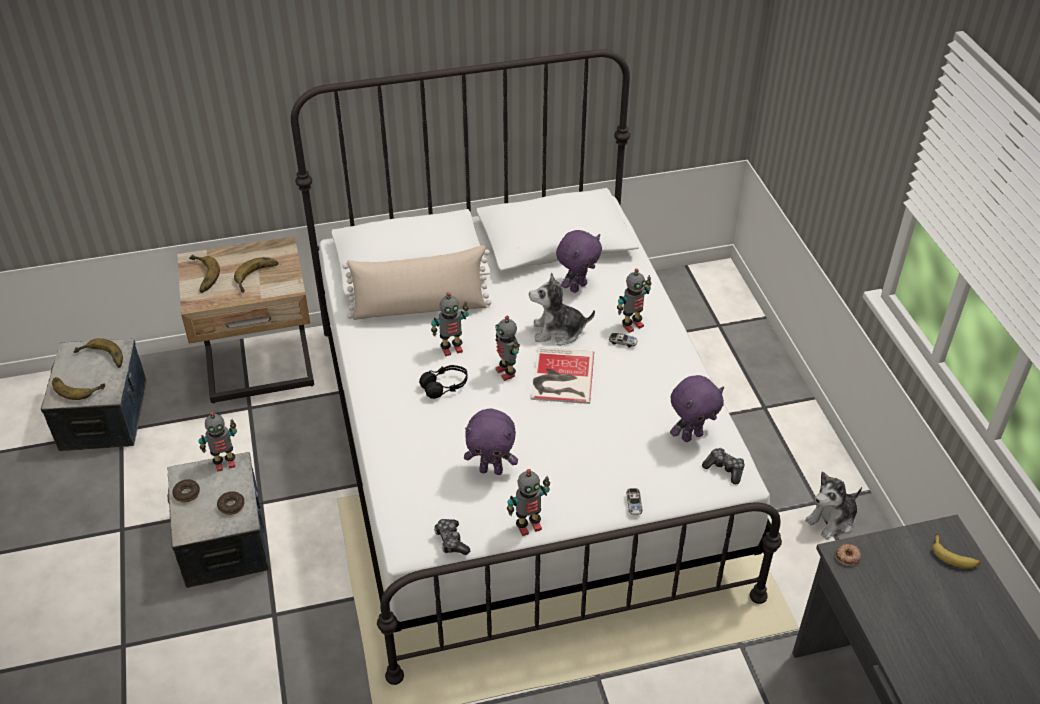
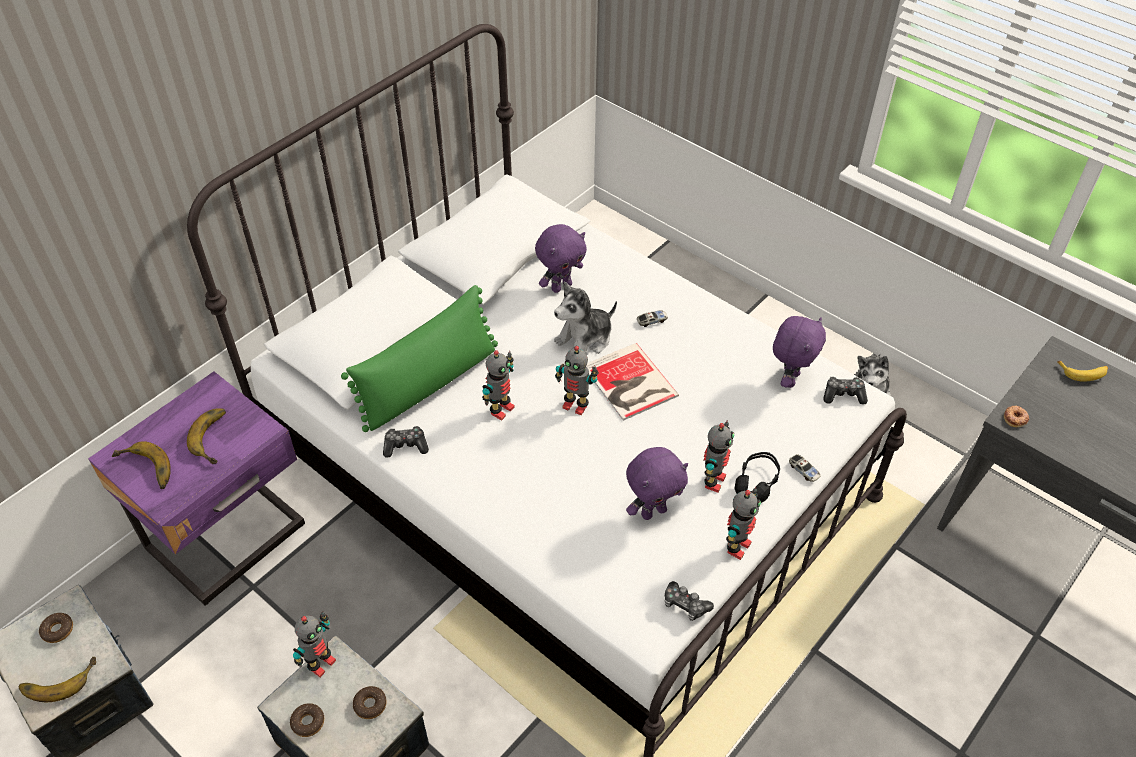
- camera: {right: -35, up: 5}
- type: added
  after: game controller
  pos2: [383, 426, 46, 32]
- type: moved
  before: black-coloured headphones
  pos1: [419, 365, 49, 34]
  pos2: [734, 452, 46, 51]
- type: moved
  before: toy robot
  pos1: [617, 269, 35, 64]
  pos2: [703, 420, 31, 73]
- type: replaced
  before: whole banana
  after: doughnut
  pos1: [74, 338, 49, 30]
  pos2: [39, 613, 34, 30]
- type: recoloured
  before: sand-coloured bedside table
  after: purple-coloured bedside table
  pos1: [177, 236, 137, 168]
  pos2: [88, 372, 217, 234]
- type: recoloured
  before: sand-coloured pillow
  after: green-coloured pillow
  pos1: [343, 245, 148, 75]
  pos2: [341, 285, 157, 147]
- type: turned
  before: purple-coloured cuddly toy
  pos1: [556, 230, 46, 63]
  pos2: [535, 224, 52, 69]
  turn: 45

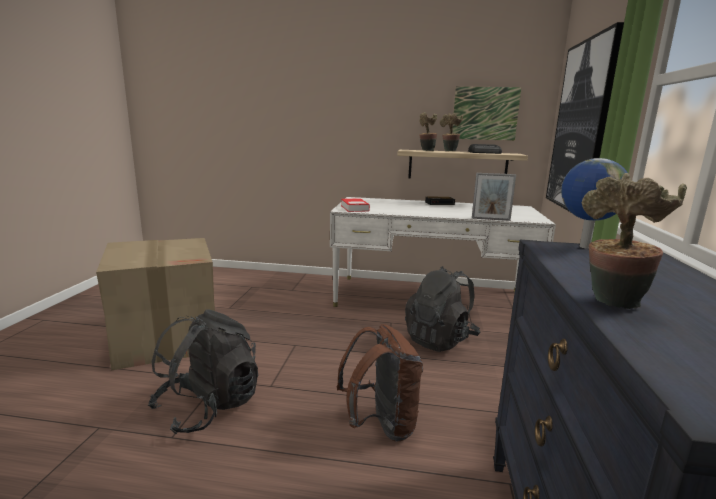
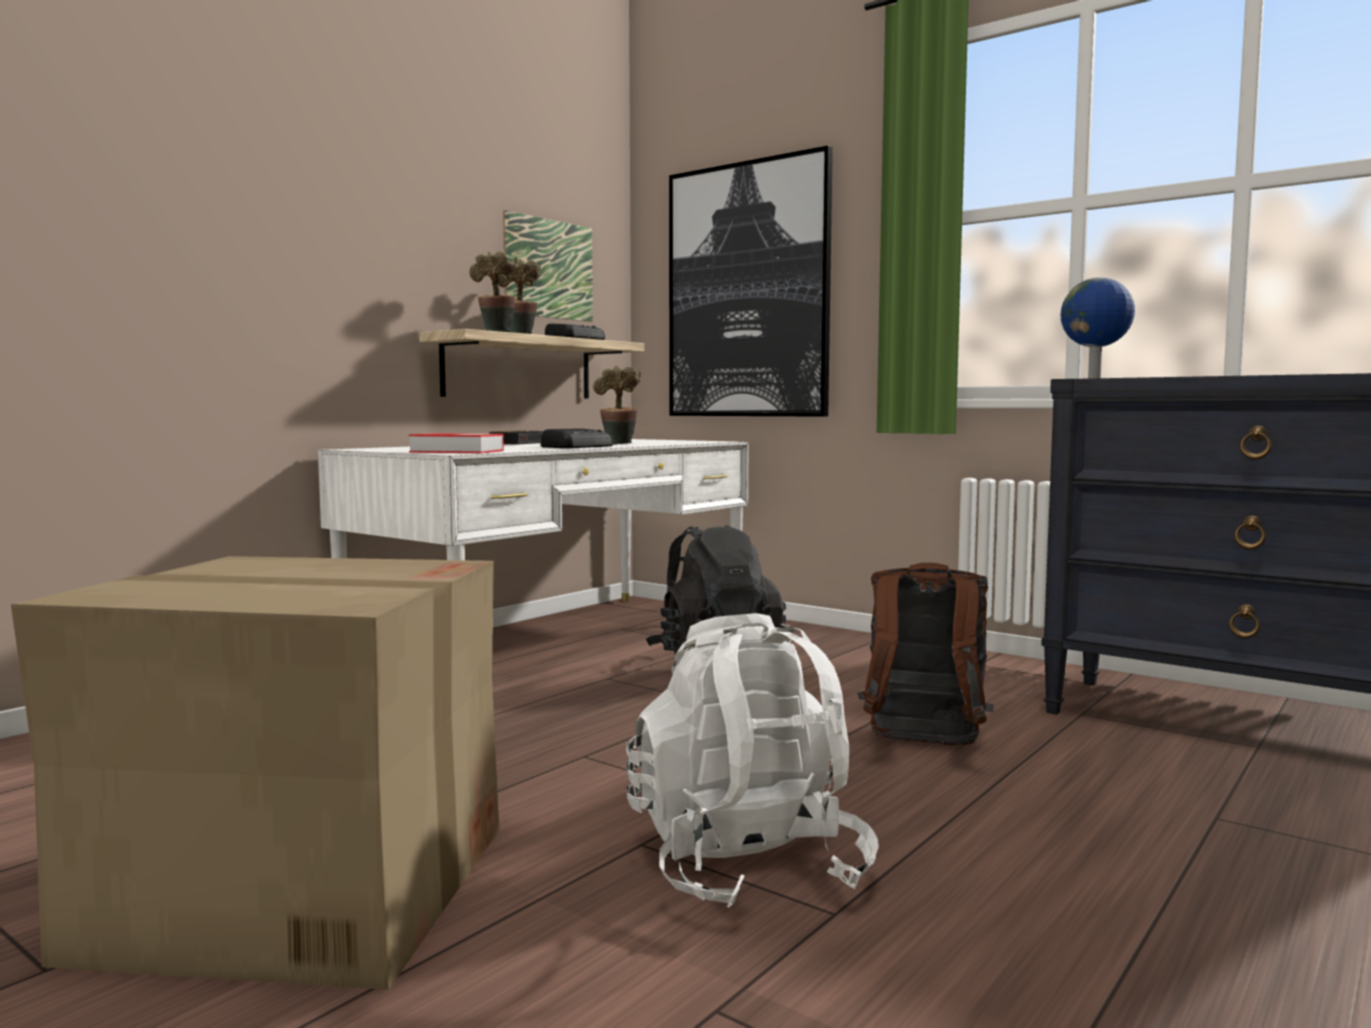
- camera: {right: -60, up: -10}
- type: removed
  before: picture frame
  pos1: [472, 173, 44, 48]
- type: added
  after: radio set
  pos2: [541, 428, 72, 20]
- type: moved
  before: potted plant
  pos1: [582, 173, 105, 136]
  pos2: [593, 365, 48, 80]
- type: recoloured
  before: black-coloured knapsack
  after: white-coloured knapsack
  pos1: [148, 309, 110, 125]
  pos2: [626, 613, 253, 295]

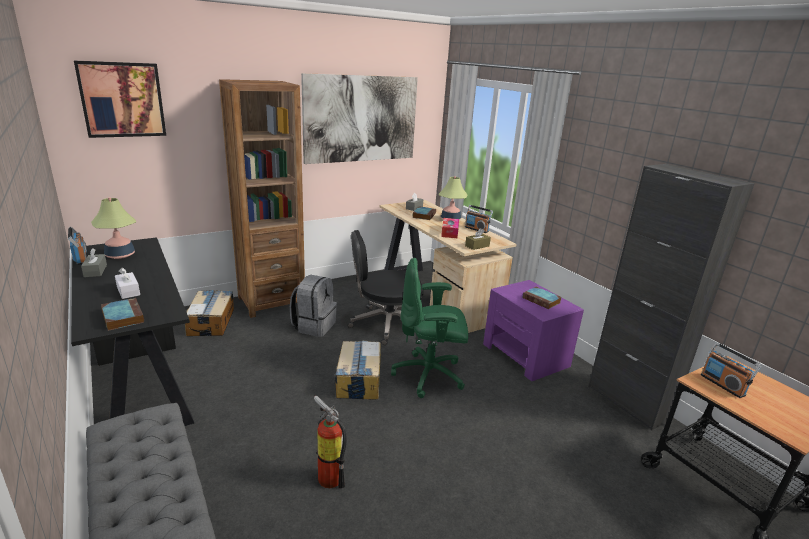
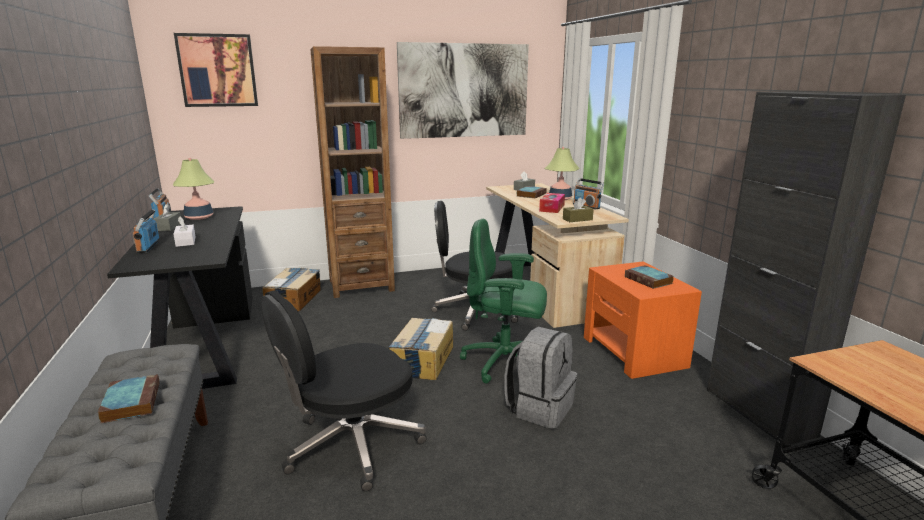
- camera: {right: 15, up: -5}
- type: moved
  before: book
  pos1: [101, 298, 43, 33]
  pos2: [98, 374, 61, 50]
- type: moved
  before: grey knapsack
  pos1: [290, 275, 47, 62]
  pos2: [504, 327, 73, 102]
- type: moved
  before: radio set
  pos1: [701, 342, 60, 56]
  pos2: [133, 209, 26, 44]
- type: replaced
  before: fire extinguisher
  after: black-coloured office chair
  pos1: [314, 396, 33, 93]
  pos2: [261, 290, 166, 202]
- type: recoloured
  before: purple-coloured bedside table
  after: orangey bedside table
  pos1: [483, 280, 101, 101]
  pos2: [584, 262, 118, 117]

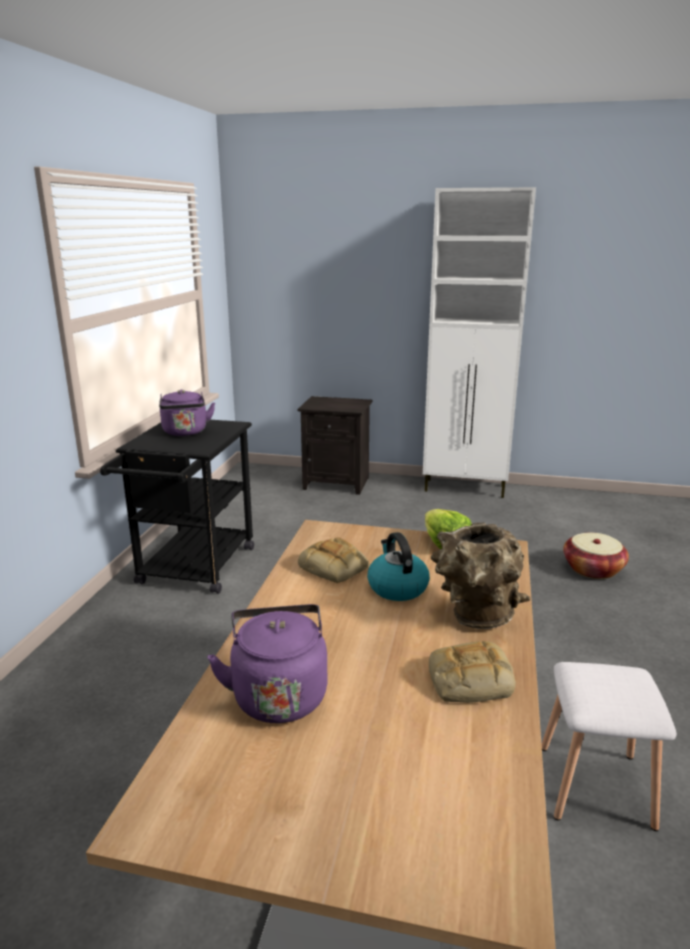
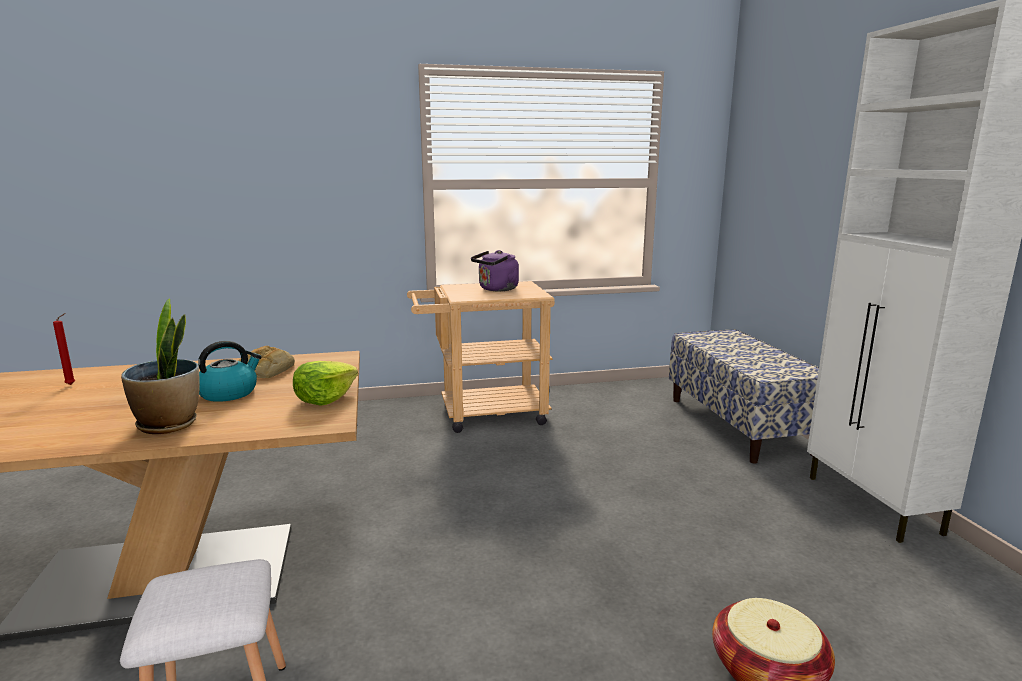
- camera: {right: 65, up: -5}
- type: removed
  before: baked bread
  pos1: [429, 641, 87, 62]
- type: replaced
  before: purple-coloured tea kettle
  after: reddish wax candle
  pos1: [207, 604, 120, 119]
  pos2: [53, 313, 22, 72]
- type: replaced
  before: black-coloured bedside table
  after: long seat
  pos1: [298, 396, 74, 99]
  pos2: [669, 329, 150, 135]
- type: replaced
  before: brown-coloured flower vase
  after: potted plant
  pos1: [431, 523, 100, 106]
  pos2: [121, 298, 79, 136]
- type: recoloured
  before: black-coloured wheeled cart
  after: sand-coloured wheeled cart
  pos1: [100, 420, 154, 174]
  pos2: [407, 281, 148, 152]

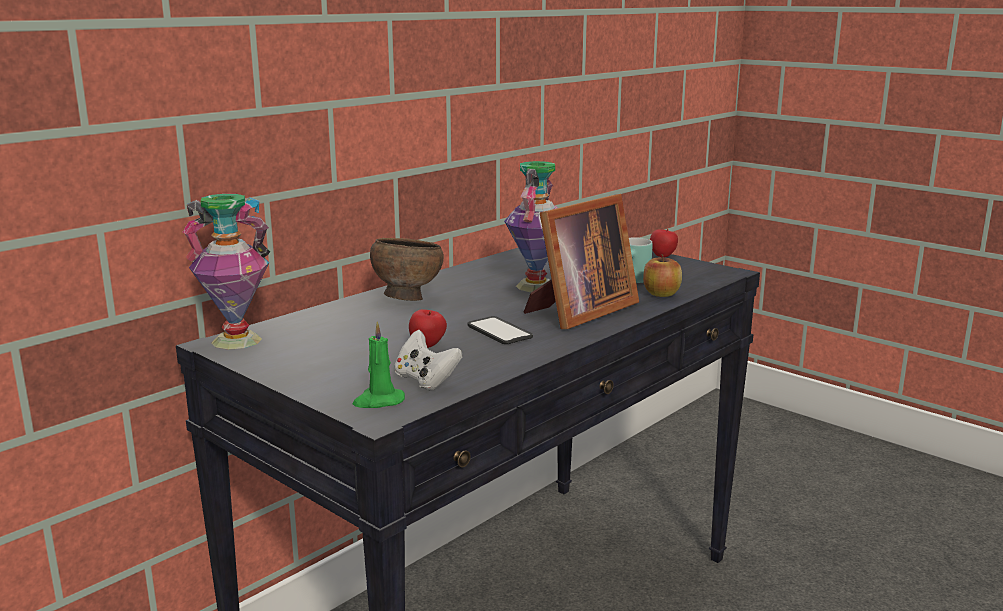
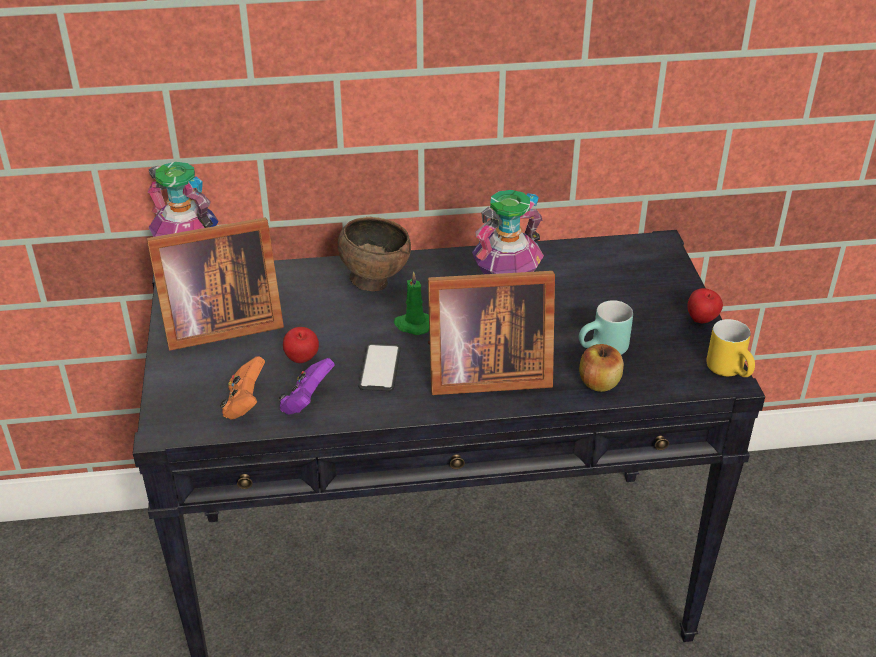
- camera: {right: 40, up: 20}
- type: added
  after: picture frame
  pos2: [147, 217, 137, 134]
- type: added
  after: purple-coloured game controller
  pos2: [278, 358, 57, 57]
- type: added
  after: yellowish coffee mug
  pos2: [706, 319, 49, 58]
- type: moved
  before: green-coloured wax candle
  pos1: [353, 322, 52, 86]
  pos2: [394, 271, 35, 64]
- type: recoloured
  before: white-coloured game controller
  after: orangey game controller
  pos1: [395, 330, 67, 61]
  pos2: [220, 356, 45, 63]

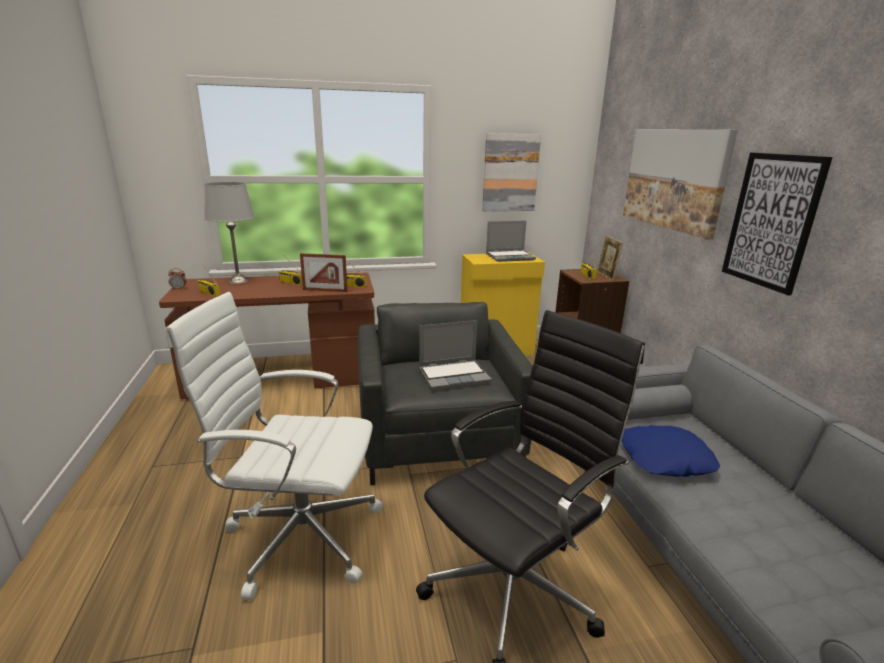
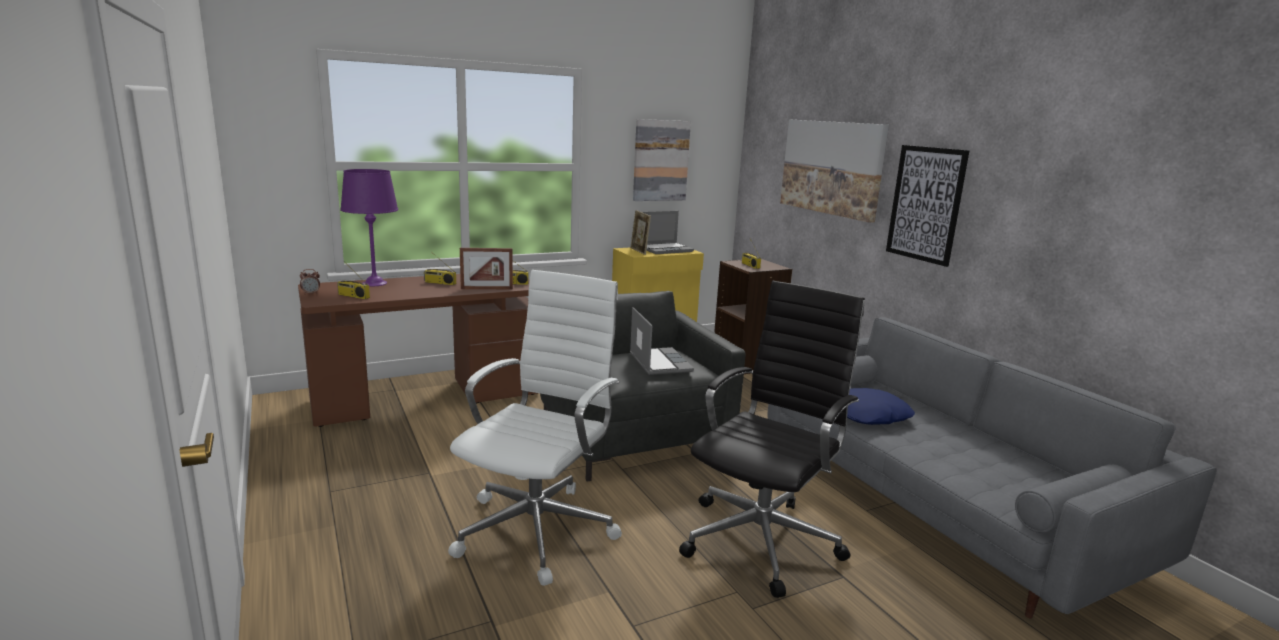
- camera: {right: -15, up: -5}
- type: moved
  before: picture frame
  pos1: [597, 235, 26, 46]
  pos2: [630, 210, 21, 45]
- type: recoloured
  before: grey tabletop lamp
  after: purple-coloured tabletop lamp
  pos1: [204, 182, 51, 102]
  pos2: [340, 169, 58, 117]
- type: turned
  before: white-coloured office chair
  pos1: [165, 292, 218, 308]
  pos2: [448, 270, 174, 316]
  turn: 120
- type: turned
  before: laptop
  pos1: [419, 320, 73, 70]
  pos2: [630, 307, 64, 68]
  turn: -75

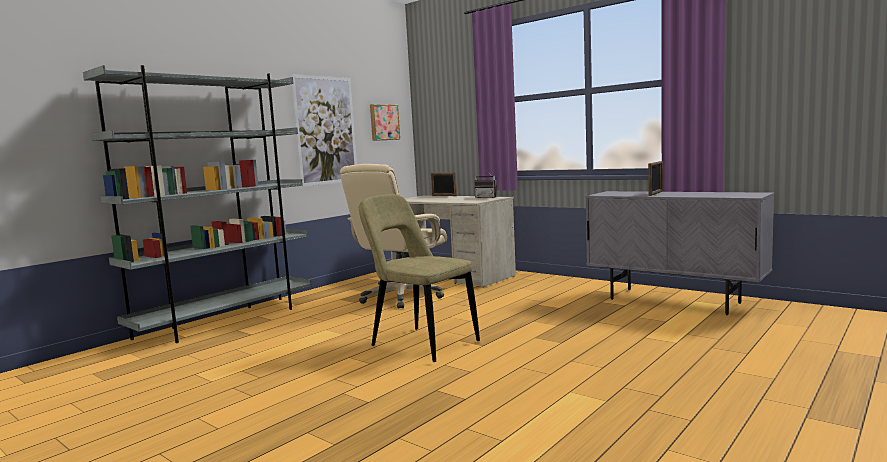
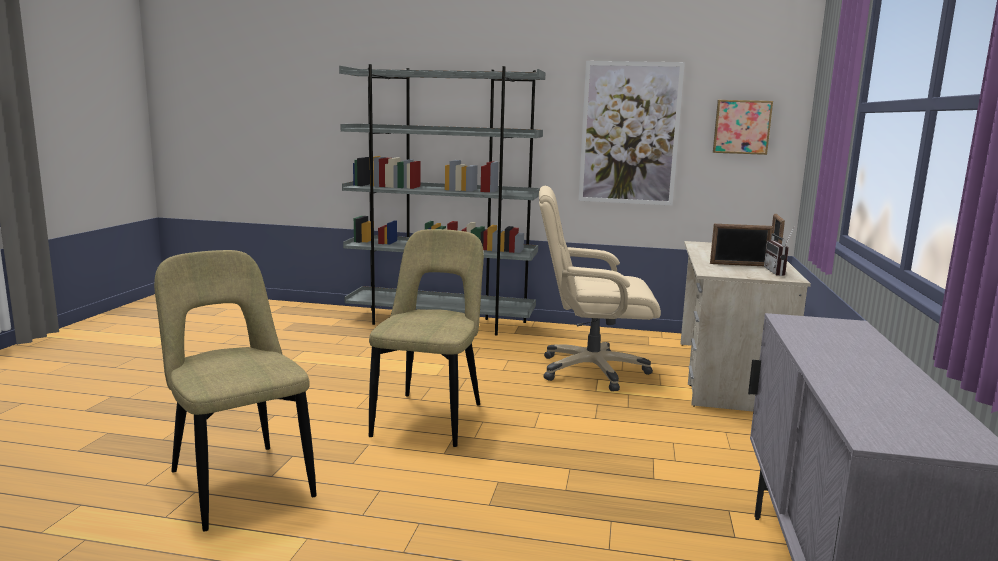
- camera: {right: 60, up: 5}
- type: added
  after: sand-coloured plain chair
  pos2: [154, 250, 163, 281]
- type: moved
  before: picture frame
  pos1: [648, 161, 15, 35]
  pos2: [710, 224, 63, 42]

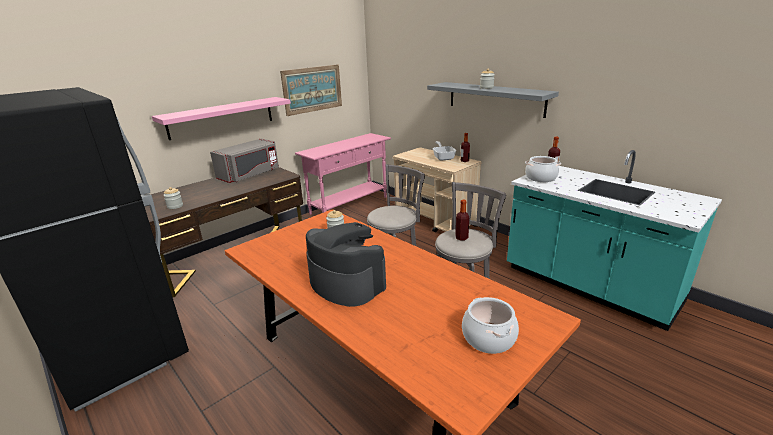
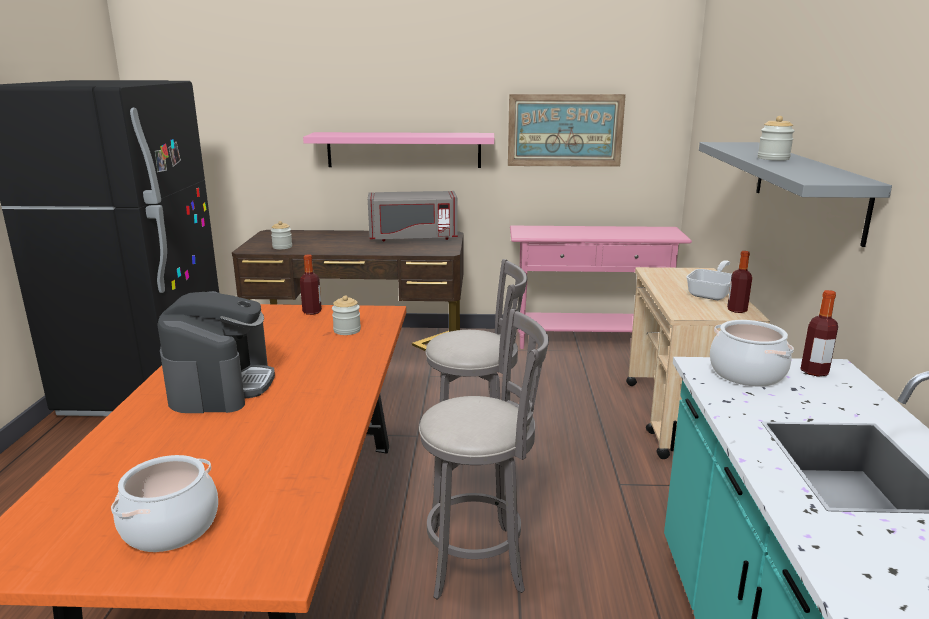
- camera: {right: 45, up: -5}
- type: moved
  before: bottle
  pos1: [455, 200, 14, 40]
  pos2: [300, 255, 22, 60]

